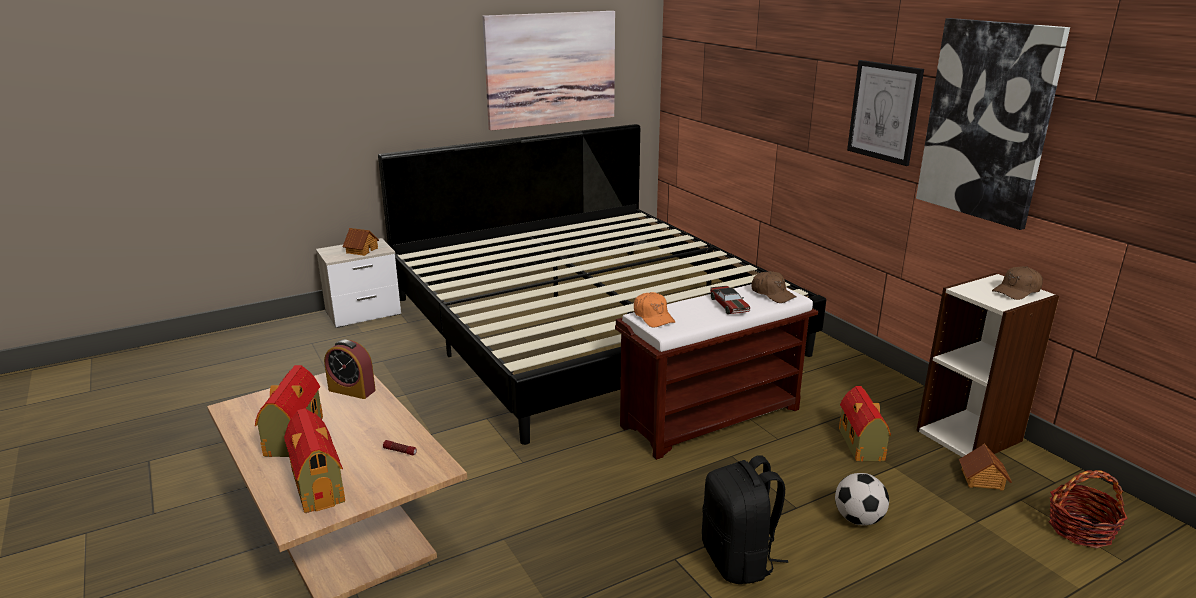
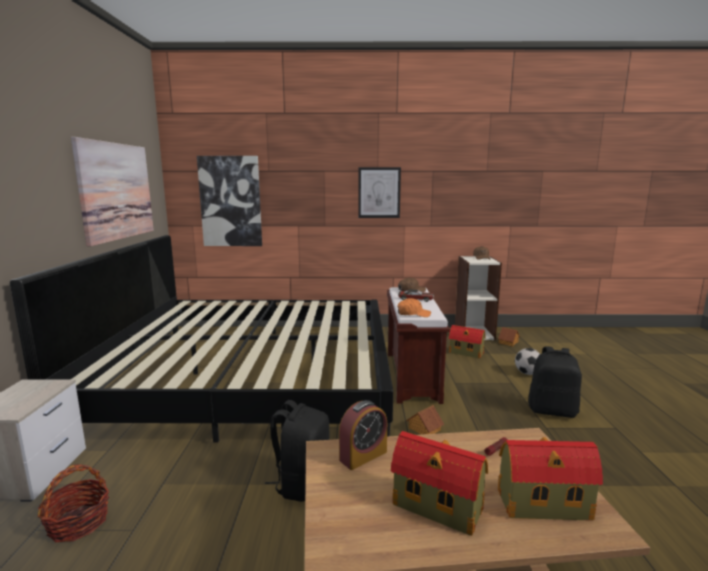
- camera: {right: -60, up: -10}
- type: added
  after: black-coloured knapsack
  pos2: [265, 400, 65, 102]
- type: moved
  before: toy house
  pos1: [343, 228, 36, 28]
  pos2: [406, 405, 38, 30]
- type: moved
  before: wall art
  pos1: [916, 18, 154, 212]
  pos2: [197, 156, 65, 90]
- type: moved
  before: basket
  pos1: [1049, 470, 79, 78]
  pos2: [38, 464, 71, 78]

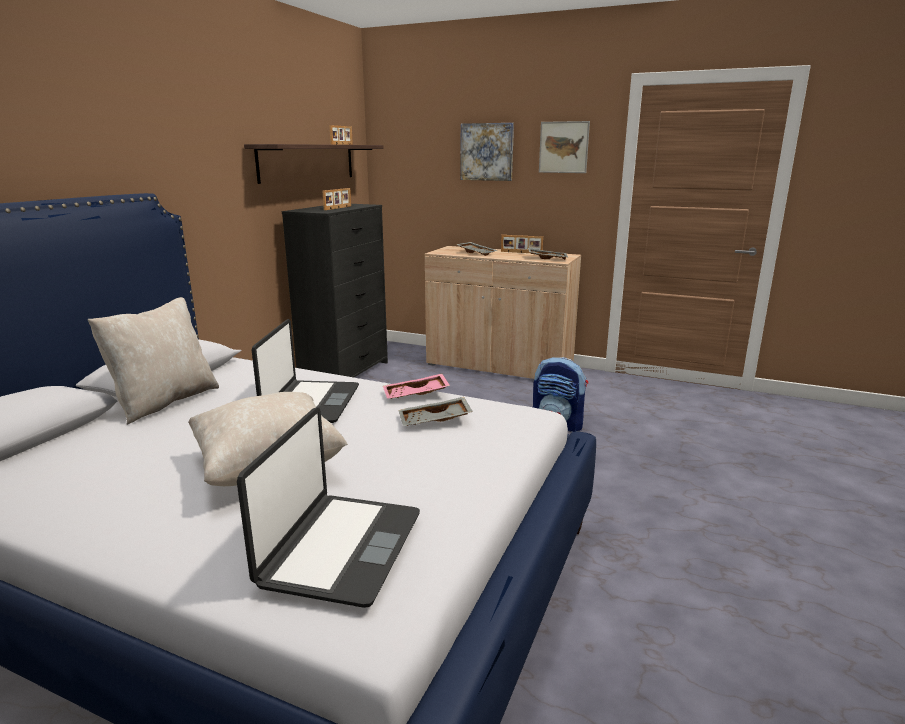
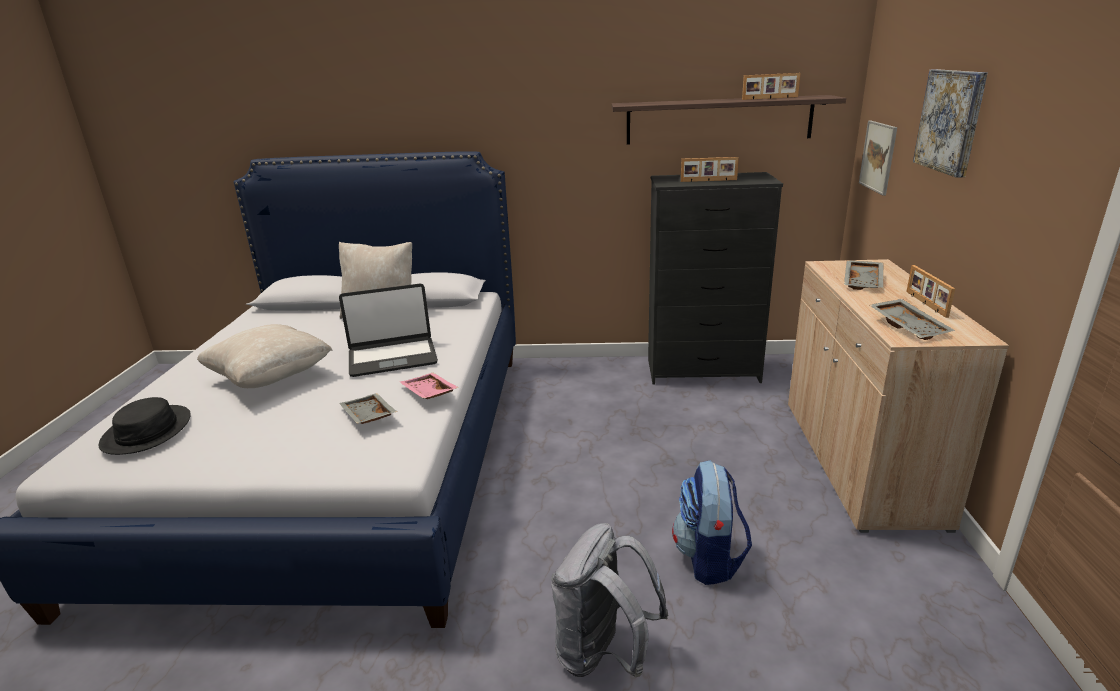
- camera: {right: 70, up: 5}
- type: added
  after: grey knapsack
  pos2: [551, 523, 117, 154]
- type: moved
  before: wall art
  pos1: [539, 121, 51, 52]
  pos2: [859, 121, 38, 74]
- type: replaced
  before: laptop
  after: black-coloured clothing hat
  pos1: [237, 407, 183, 201]
  pos2: [99, 397, 92, 58]

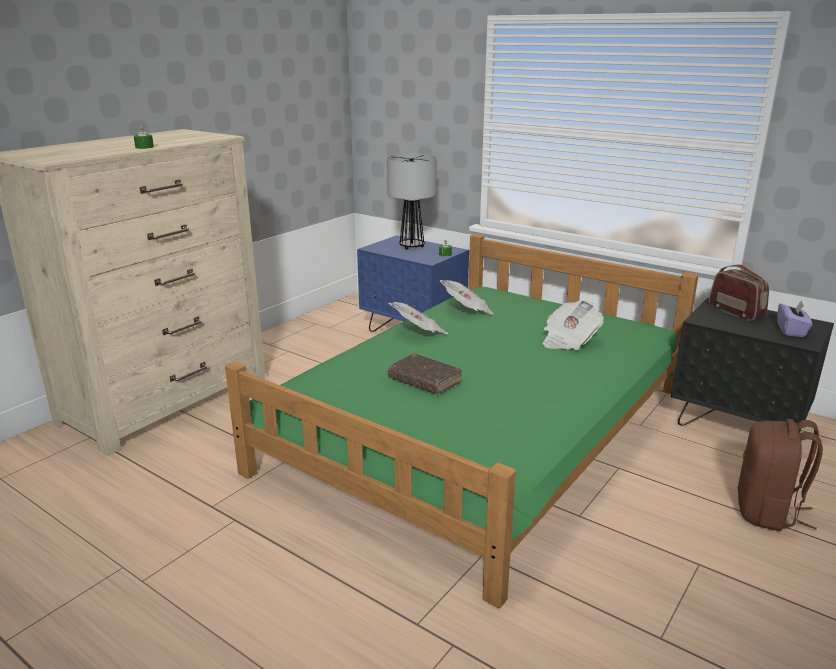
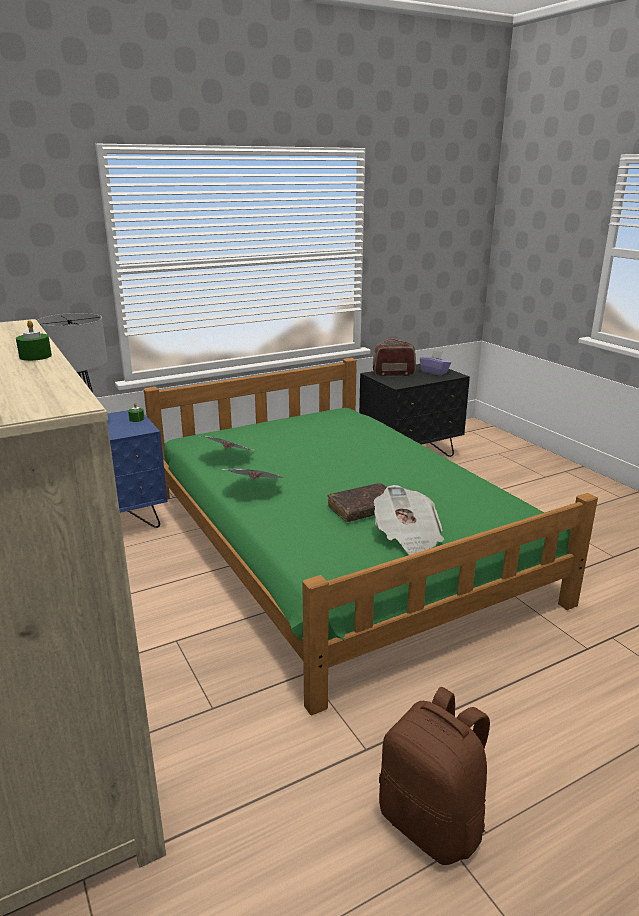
- camera: {right: -65, up: 0}
- type: moved
  before: newspaper
  pos1: [543, 300, 61, 50]
  pos2: [374, 485, 70, 70]
- type: moved
  before: brown-coloured knapsack
  pos1: [738, 419, 85, 112]
  pos2: [379, 687, 111, 178]

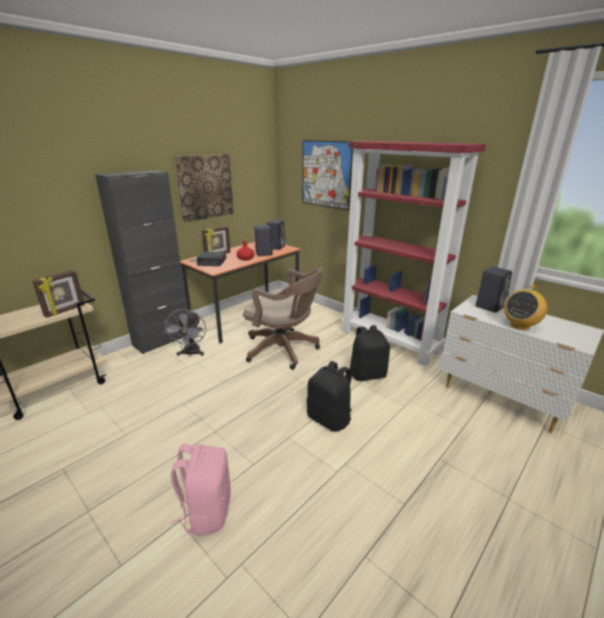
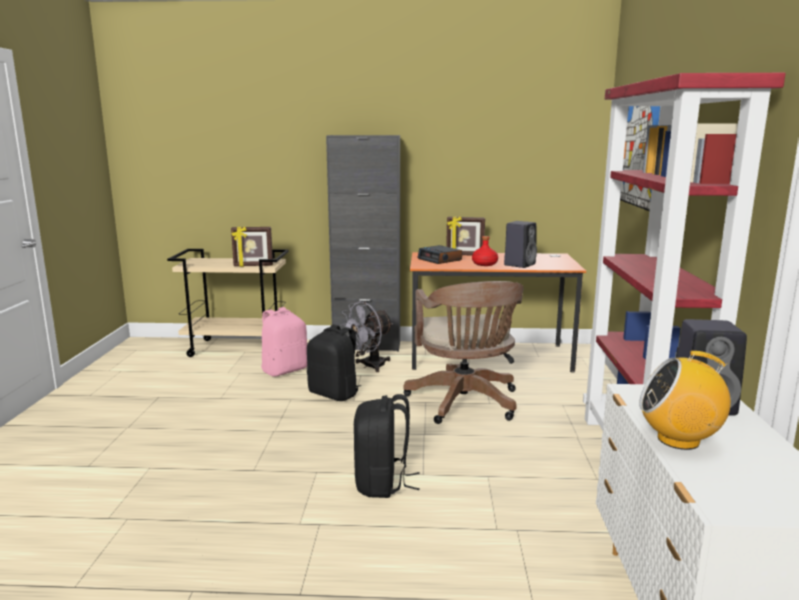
- camera: {right: 50, up: -10}
- type: removed
  before: wall art
  pos1: [175, 154, 59, 68]
- type: removed
  before: black-coloured audio speaker
  pos1: [266, 220, 19, 30]
- type: moved
  before: pinkish knapsack
  pos1: [171, 444, 60, 92]
  pos2: [261, 307, 46, 70]
- type: moved
  before: black-coloured knapsack
  pos1: [350, 325, 40, 56]
  pos2: [307, 325, 54, 76]

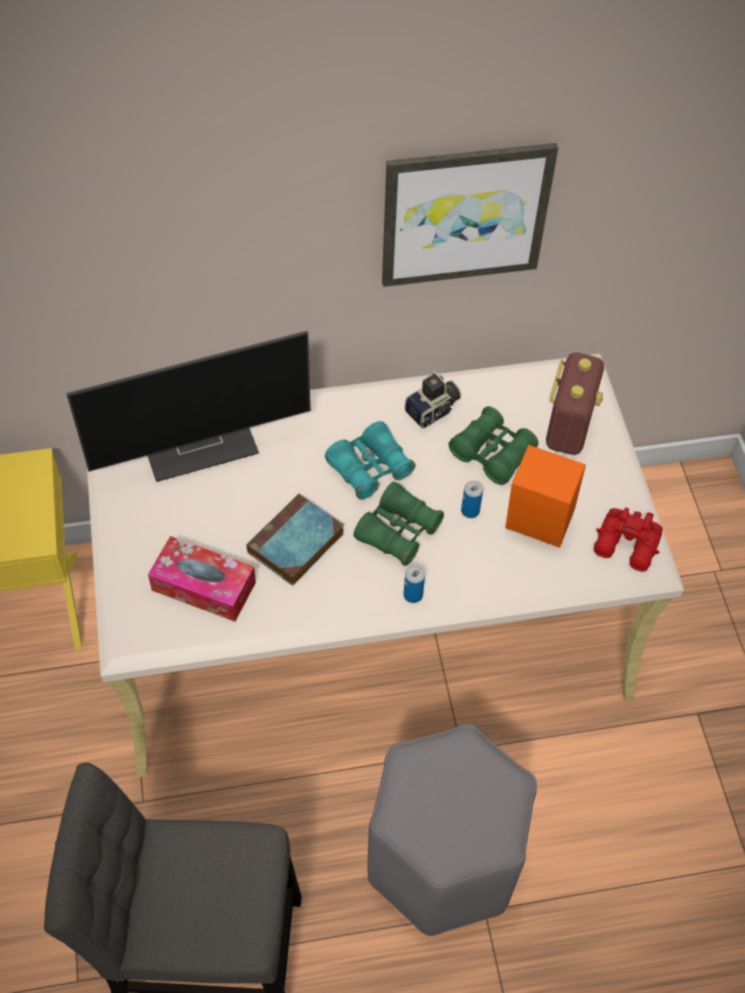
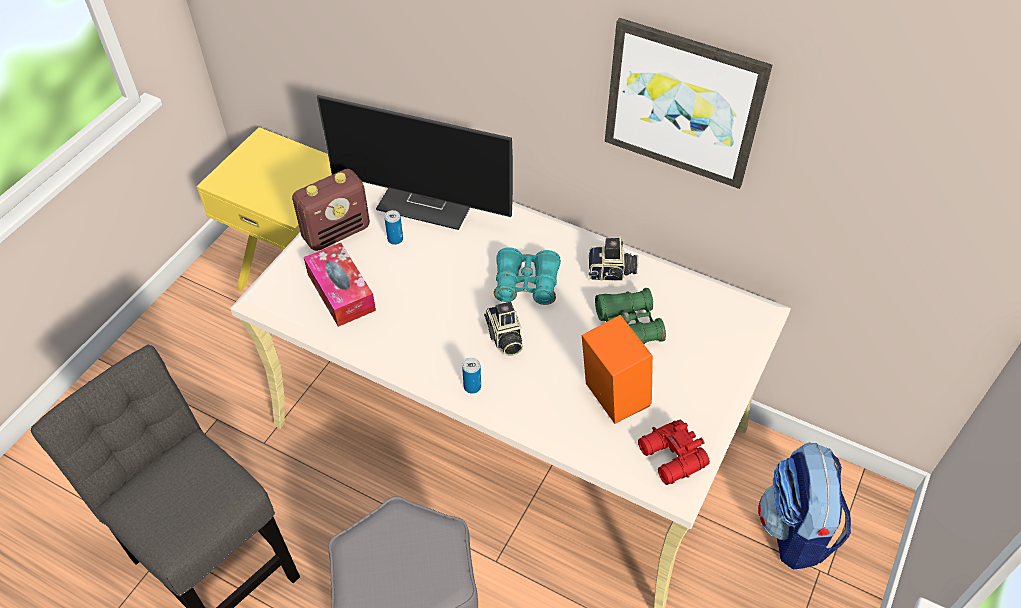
- camera: {right: 40, up: -5}
- type: removed
  before: book
  pos1: [246, 494, 98, 92]
- type: added
  after: knapsack
  pos2: [758, 443, 93, 126]
- type: moved
  before: metal can
  pos1: [461, 481, 22, 37]
  pos2: [384, 210, 19, 35]
- type: moved
  before: radio set
  pos1: [546, 352, 58, 103]
  pos2: [292, 169, 78, 82]
- type: replaced
  before: green-coloured binoculars
  after: photo camera
  pos1: [353, 482, 91, 84]
  pos2: [484, 302, 39, 54]

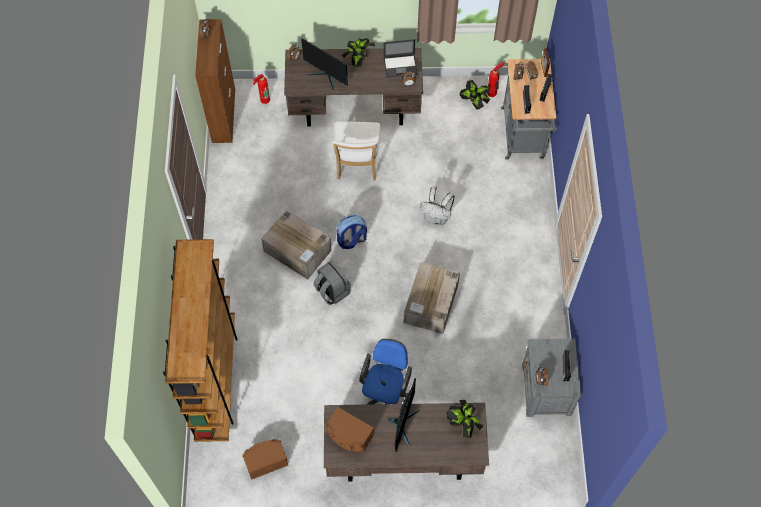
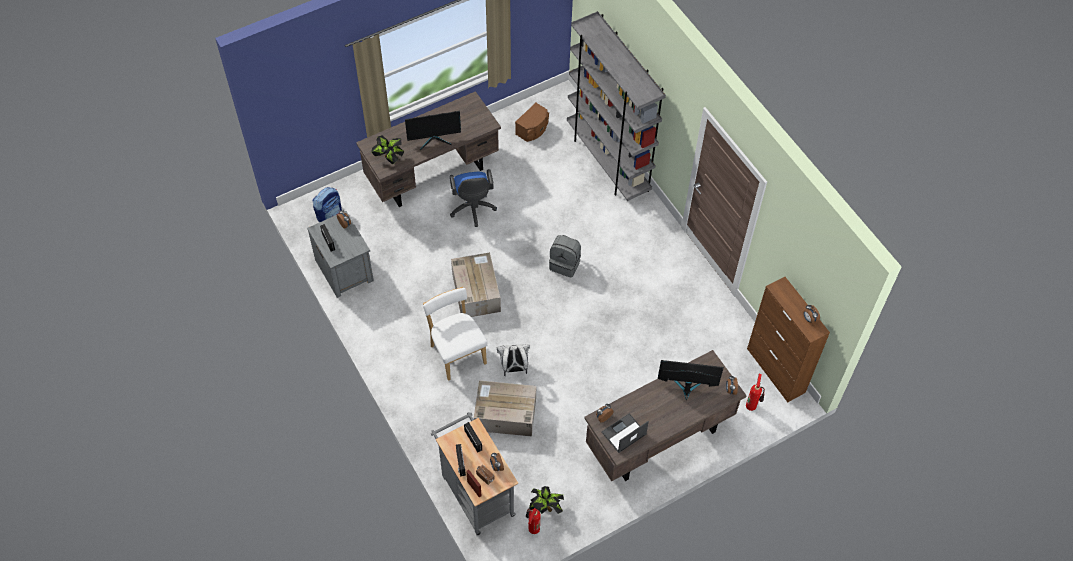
- camera: {right: 150, up: -5}
- type: removed
  before: brown-coloured audio speaker
  pos1: [326, 407, 48, 45]
- type: removed
  before: potted plant
  pos1: [342, 38, 33, 29]
- type: moved
  before: packing box
  pos1: [261, 210, 71, 70]
  pos2: [474, 380, 62, 57]
- type: moved
  before: white-coloured plain chair
  pos1: [332, 121, 48, 60]
  pos2: [423, 287, 64, 94]
- type: moved
  before: knapsack
  pos1: [336, 215, 31, 34]
  pos2: [313, 187, 29, 35]
- type: recoloured
  before: brown-coloured bookcase
  after: grey bookcase
  pos1: [163, 239, 75, 203]
  pos2: [567, 11, 99, 190]
- type: turned
  before: computer display
  pos1: [388, 378, 32, 74]
  pos2: [405, 111, 56, 39]
  turn: -90

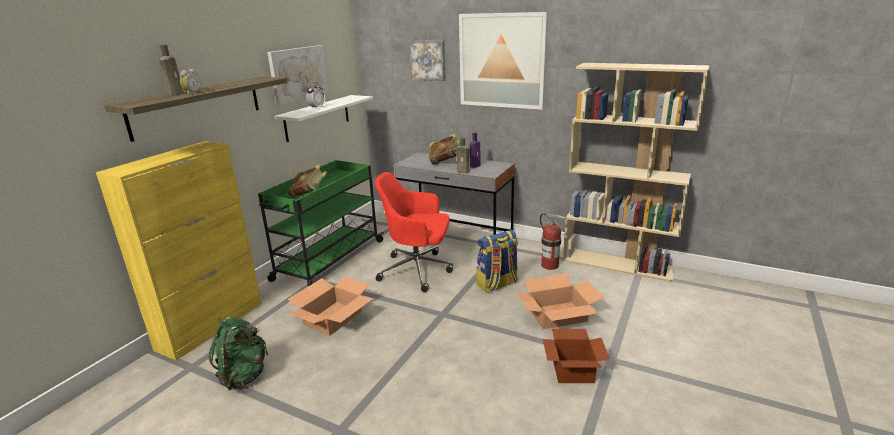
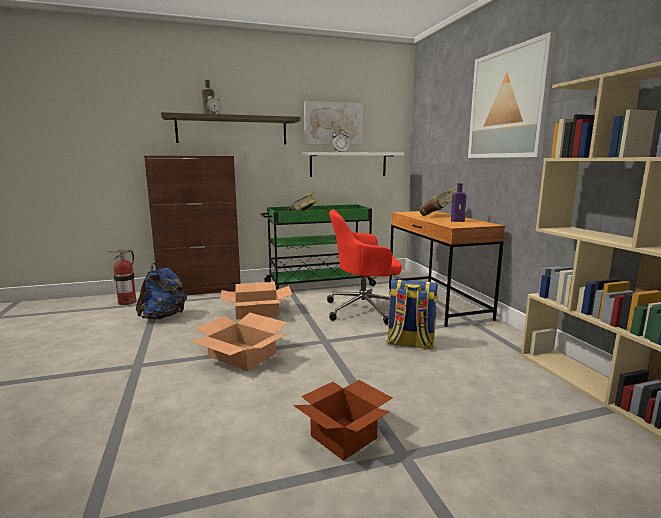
- camera: {right: 45, up: -10}
- type: removed
  before: wall art
  pos1: [409, 40, 37, 41]
- type: removed
  before: brown-coloured bottle
  pos1: [457, 137, 12, 36]
- type: moved
  before: packing box
  pos1: [515, 273, 89, 56]
  pos2: [190, 313, 98, 58]
- type: moved
  before: fire extinguisher
  pos1: [540, 213, 26, 57]
  pos2: [108, 250, 28, 55]
- type: recoloured
  before: yellowish cabinet
  after: brown-coloured cabinet
  pos1: [96, 141, 166, 220]
  pos2: [144, 156, 97, 139]
- type: recoloured
  before: green-coloured knapsack
  after: blue knapsack
  pos1: [208, 316, 61, 75]
  pos2: [136, 263, 51, 57]
- type: recoloured
  before: grey desk
  after: brown-coloured desk
  pos1: [393, 152, 122, 83]
  pos2: [389, 211, 116, 116]
- type: turned
  before: reddish office chair
  pos1: [375, 172, 78, 120]
  pos2: [327, 209, 75, 116]
  turn: -60

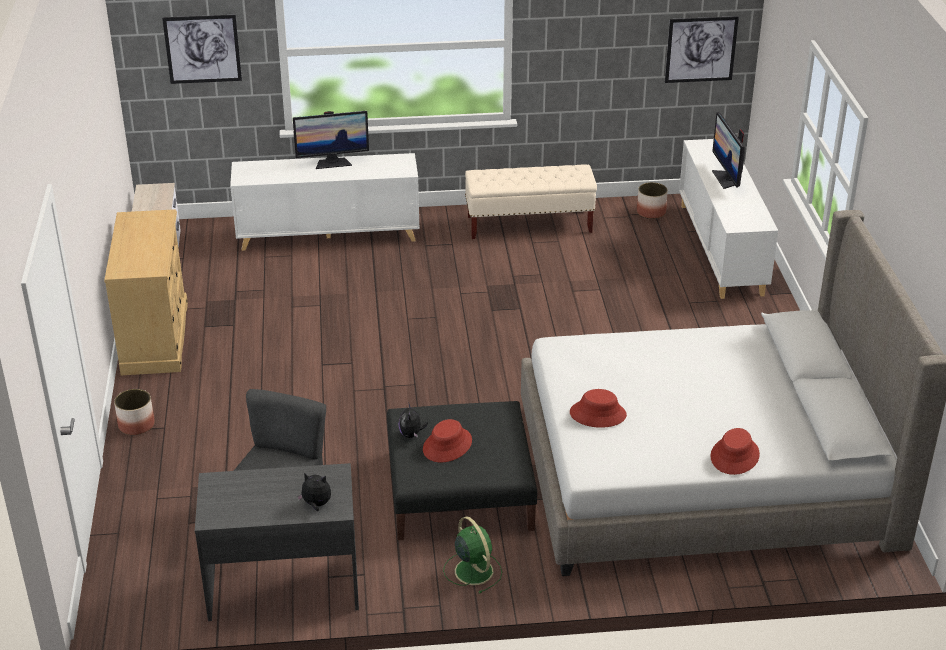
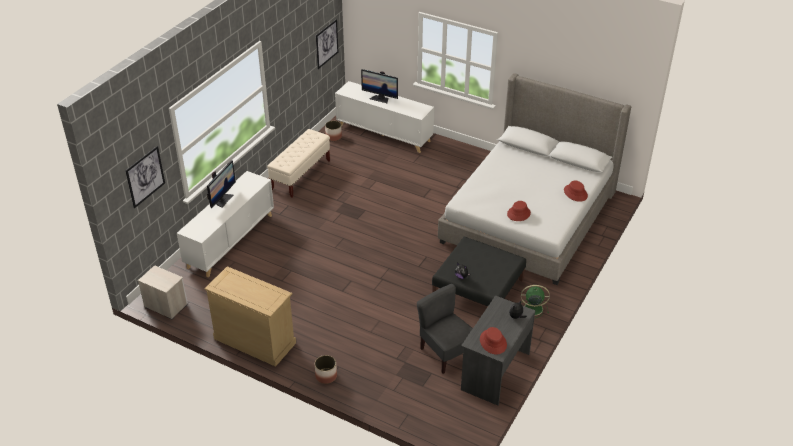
- camera: {right: -55, up: 5}
- type: moved
  before: reddish clothing hat
  pos1: [423, 419, 49, 43]
  pos2: [480, 327, 27, 27]

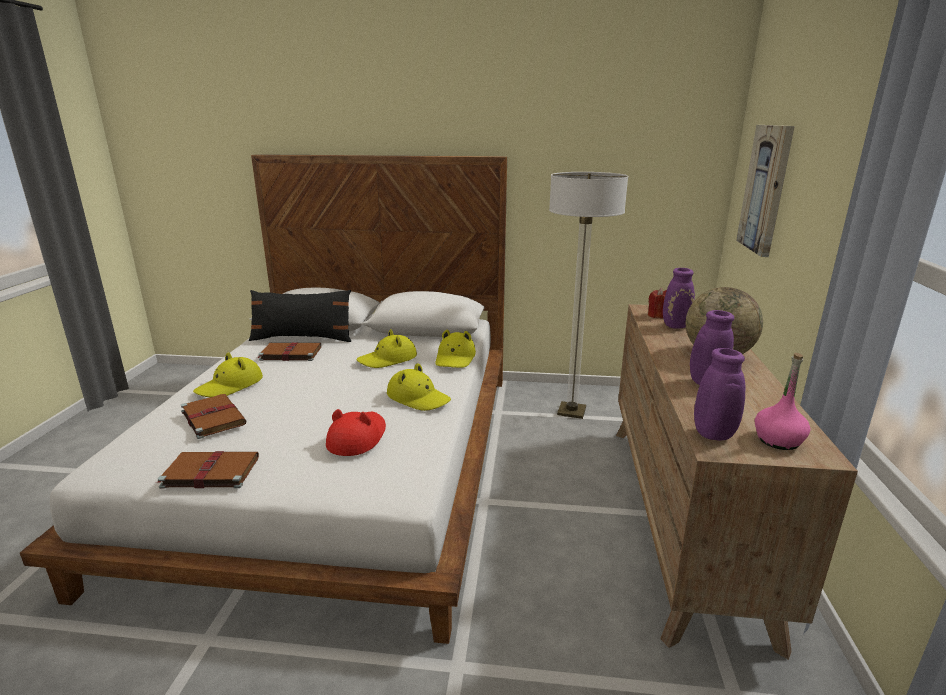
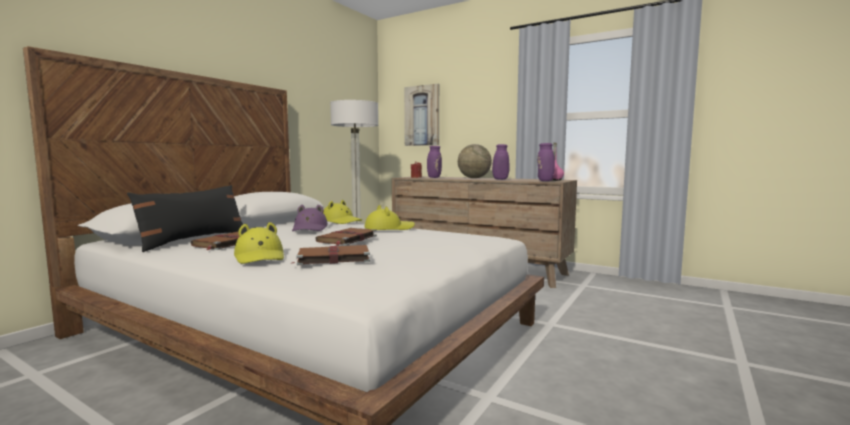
- camera: {right: -65, up: -15}
- type: removed
  before: reddish clothing hat
  pos1: [326, 409, 60, 47]
- type: moved
  before: brown-coloured book
  pos1: [158, 451, 101, 38]
  pos2: [315, 228, 62, 18]
- type: recoloured
  before: yellowish clothing hat
  after: purple-coloured clothing hat
  pos1: [356, 329, 61, 39]
  pos2: [292, 205, 36, 26]

